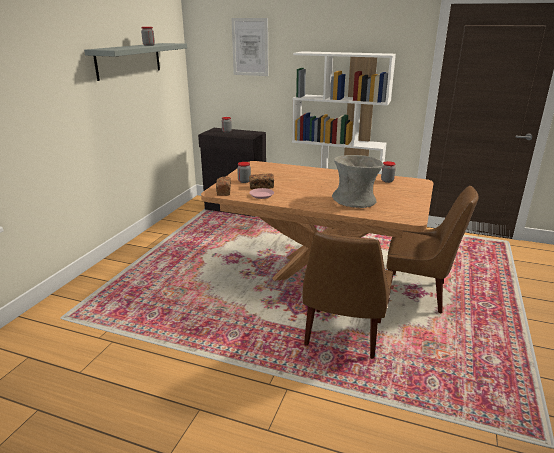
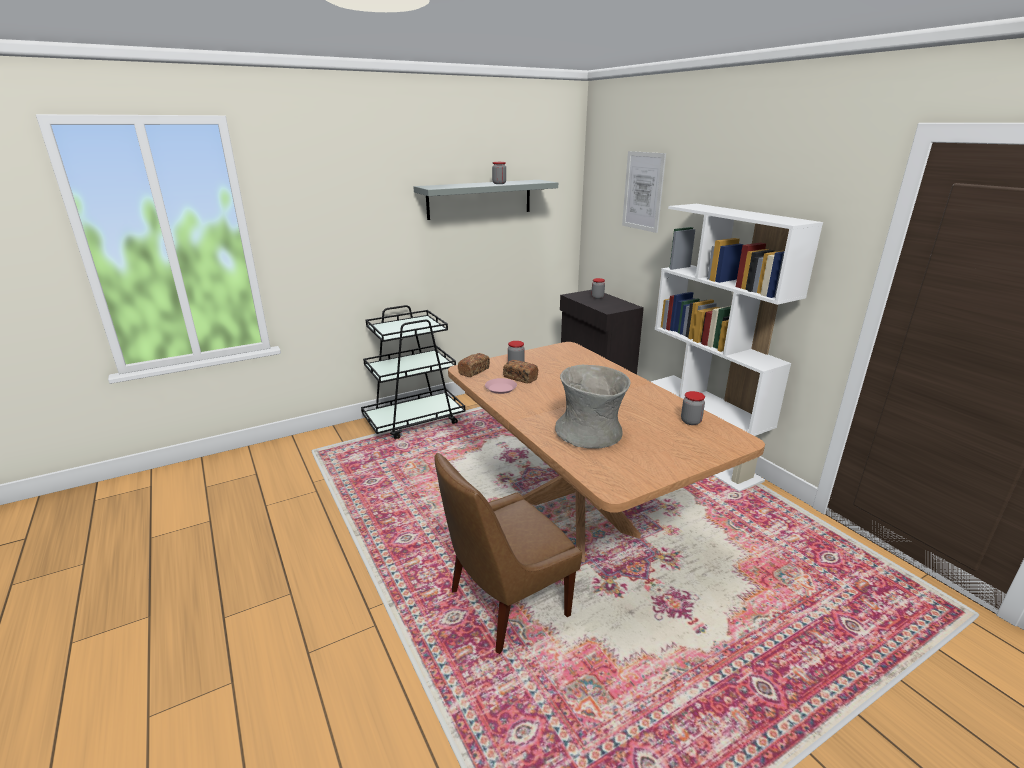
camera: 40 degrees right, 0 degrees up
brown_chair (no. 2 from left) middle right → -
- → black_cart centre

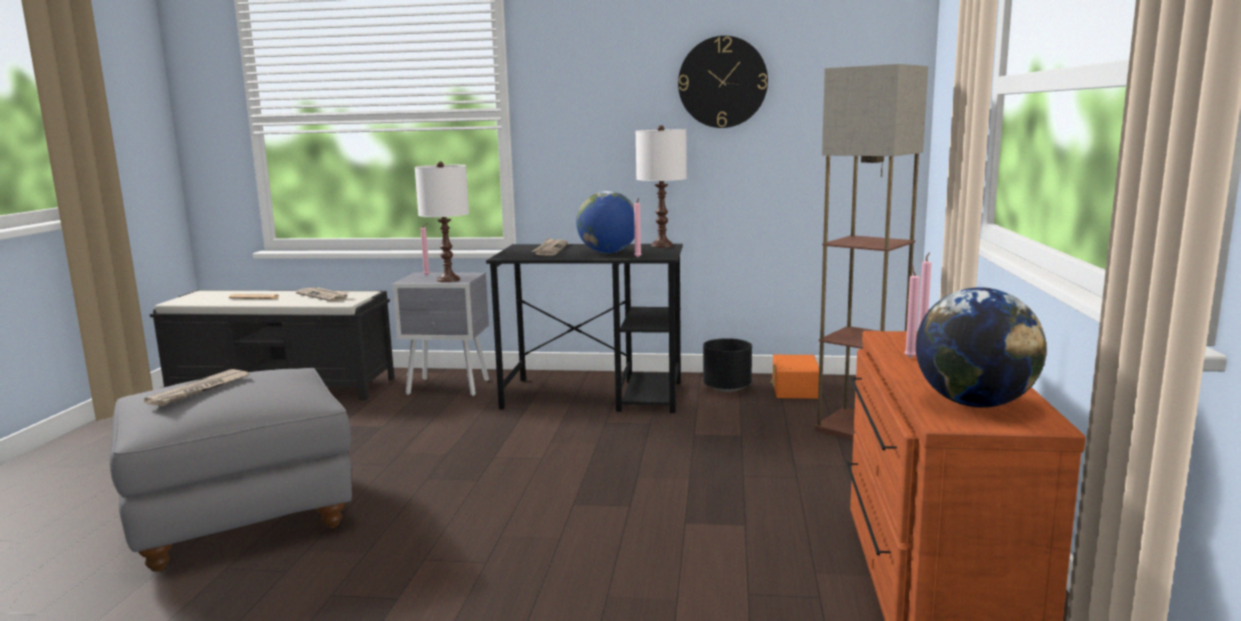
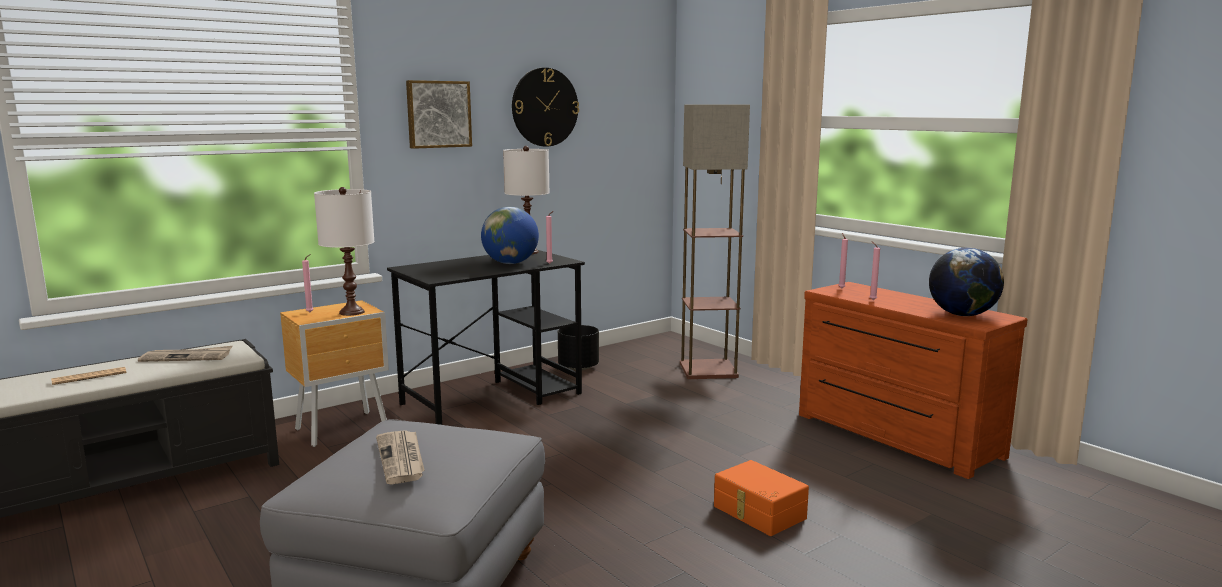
camera: 45 degrees left, 0 degrees up
newspaper (no. 4 from left) centre → -
- → picture top centre
orange_storage_box centre → orange_storage_box bottom centre, shifted
grey_nightstand centre → brown_nightstand middle left

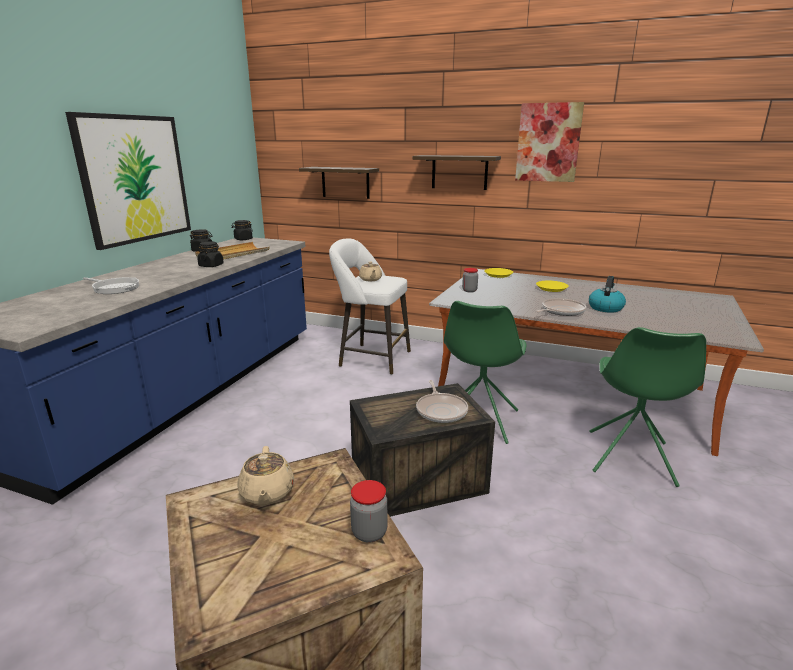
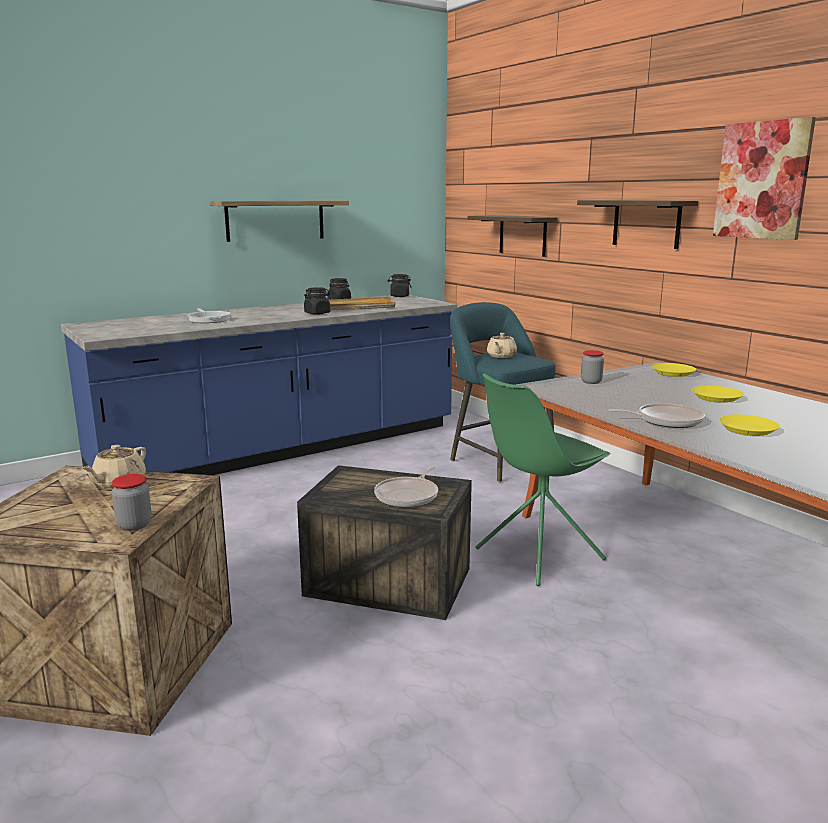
camera: 35 degrees right, 5 degrees down
green_chair (no. 2 from left) middle right → -
picture (no. 1 from left) top left → shelf (no. 1 from left) top centre
kettle middle right → yellow_plate (no. 3 from left) middle right
white_stool centre → turquoise_stool centre

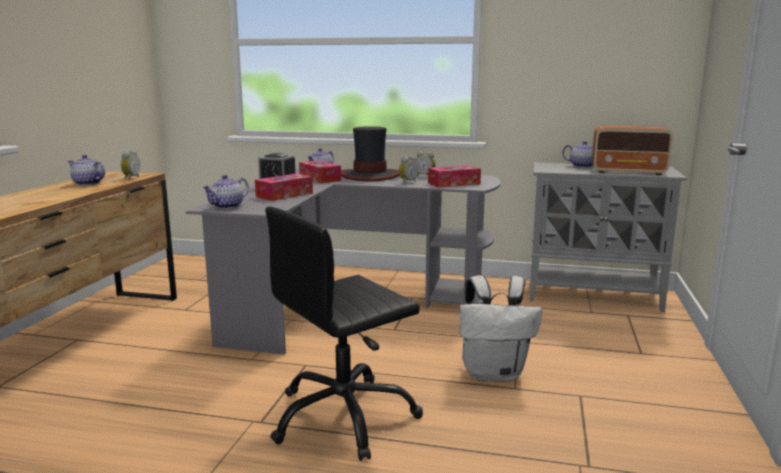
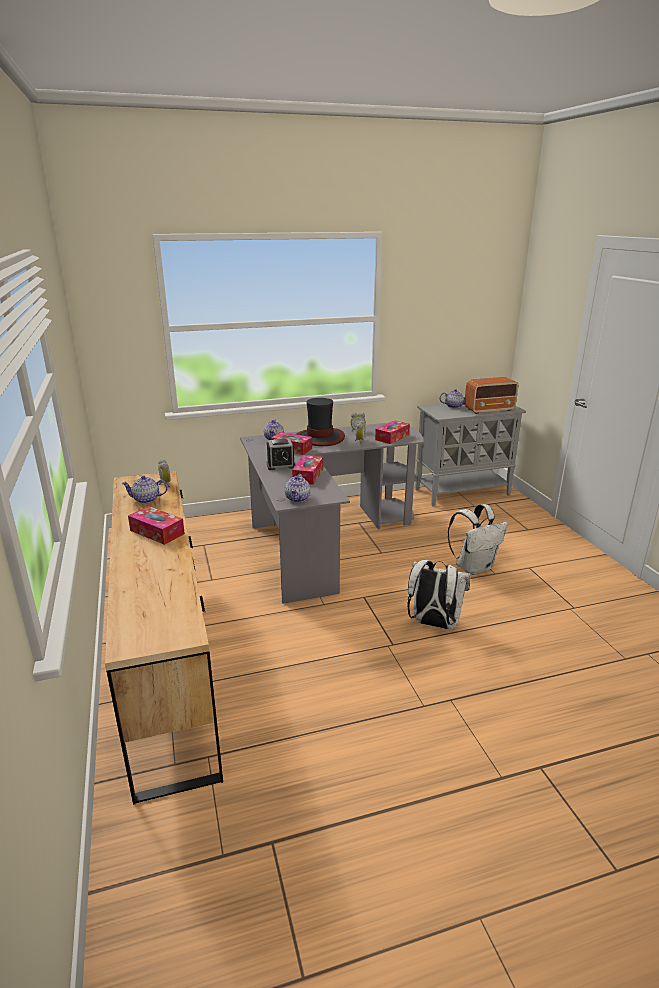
camera: 30 degrees left, 10 degrees up
- → tissue_box (no. 1 from left) middle left
black_office_chair bottom centre → white_backpack (no. 1 from left) centre

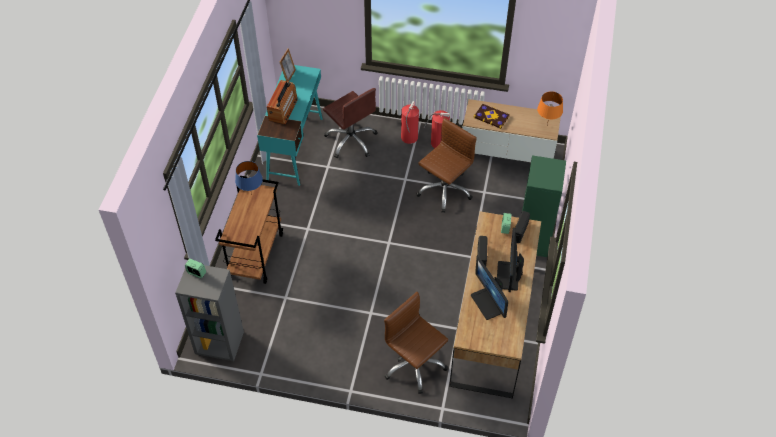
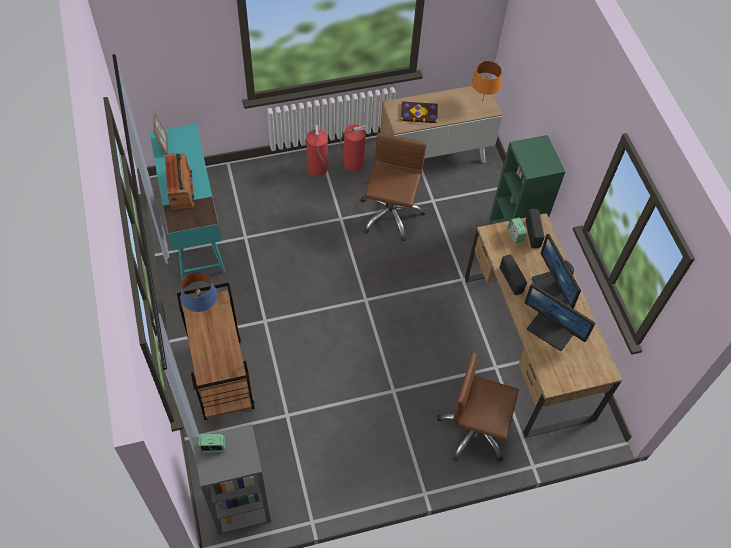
camera: 30 degrees left, 5 degrees up
brown_office_chair (no. 1 from left) top centre → -

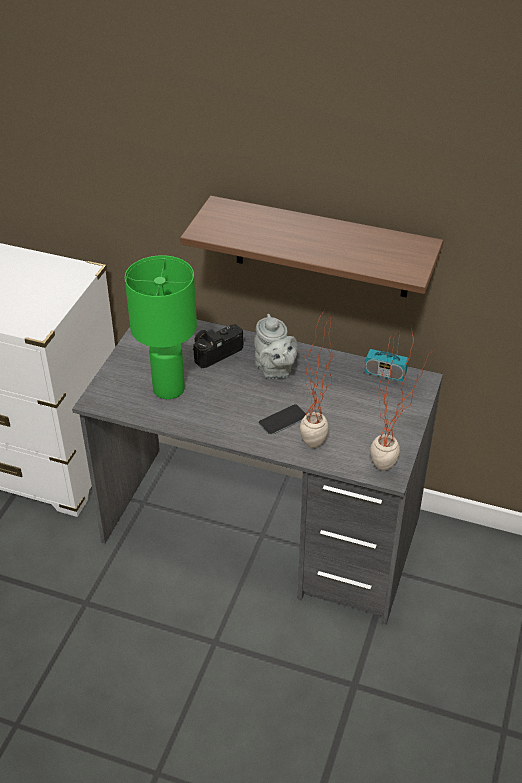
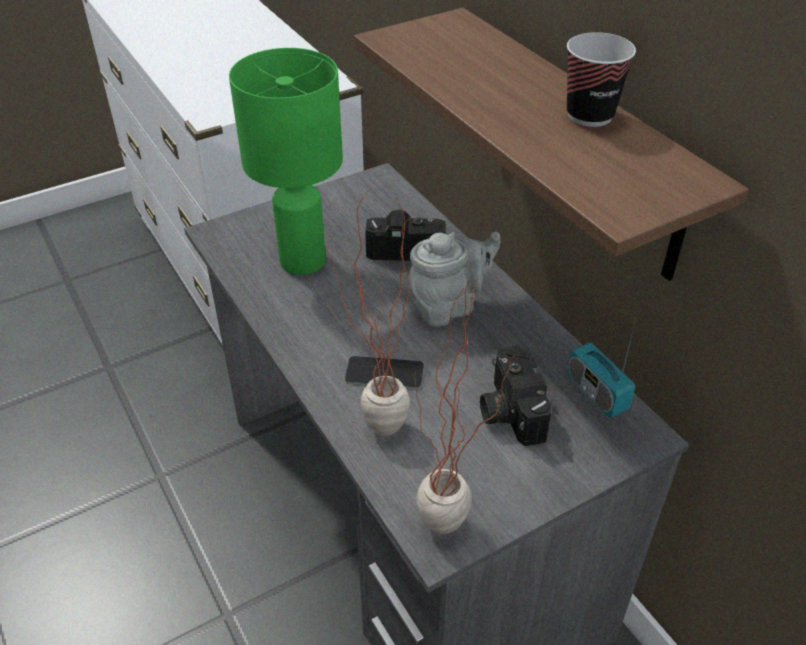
camera: 40 degrees right, 0 degrees up
- → photo_camera (no. 2 from left) centre
- → cup top right
grey_teapot centre, 135 degrees counterclockwise

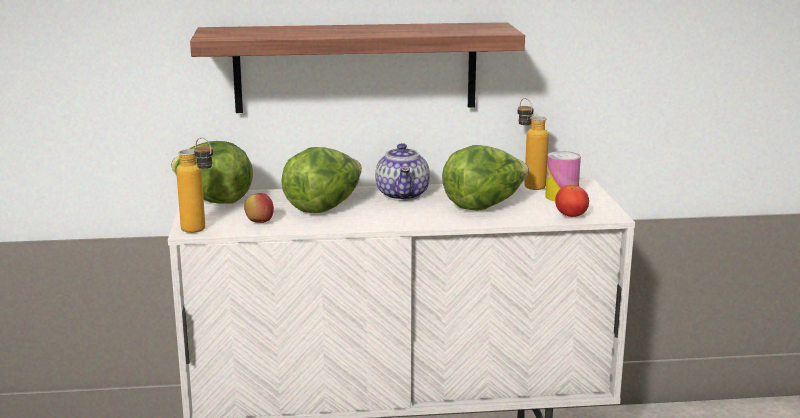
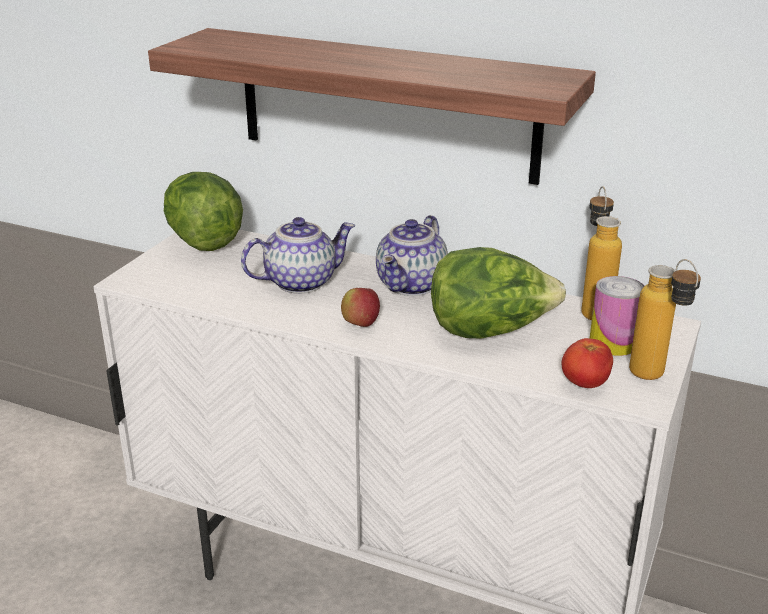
camera: 30 degrees right, 10 degrees up
bottle (no. 1 from left in the first image) middle left → bottle (no. 2 from left) middle right, shifted
apple middle left → apple centre, shifted
lettuce (no. 2 from left) centre → teapot (no. 1 from left) centre

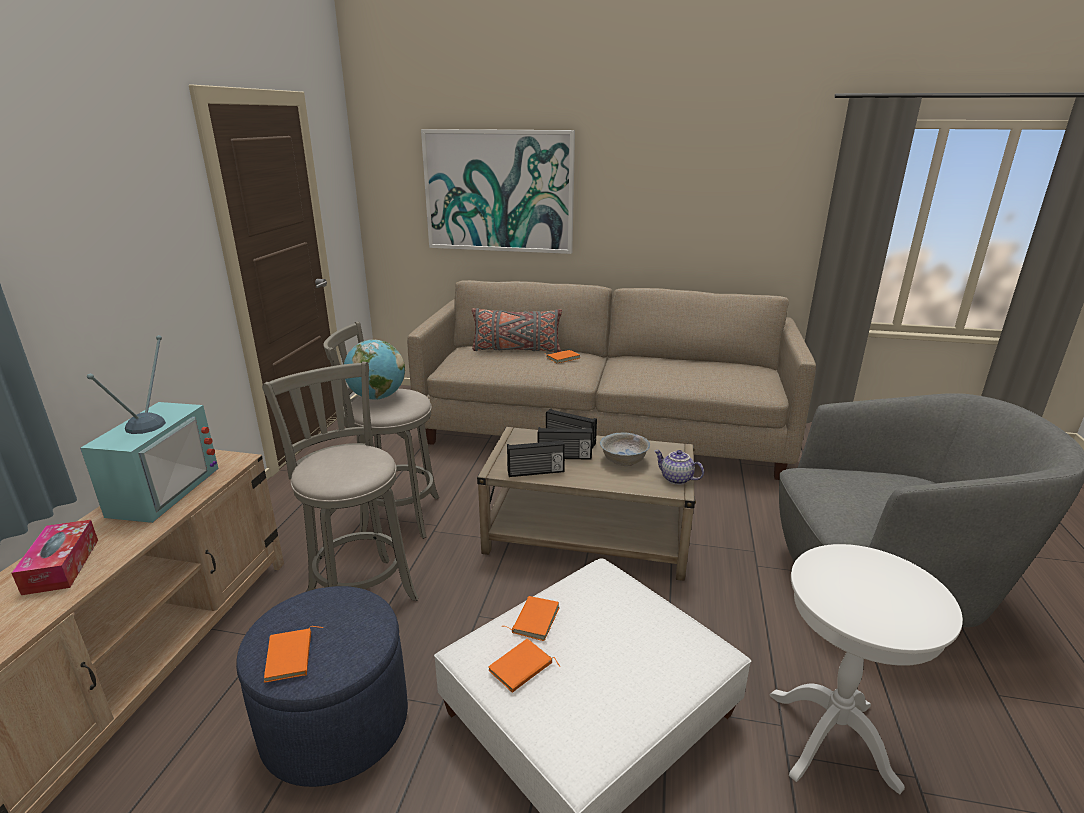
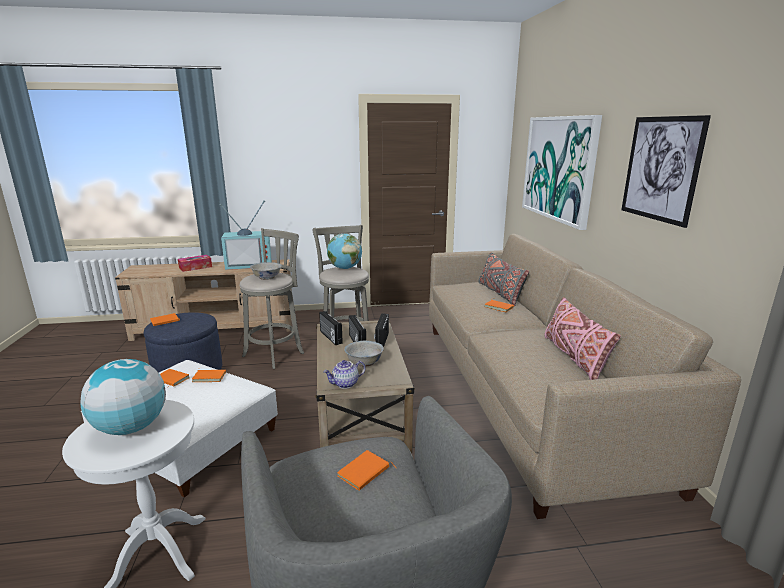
camera: 70 degrees right, 5 degrees down
- → globe (no. 1 from left) bottom left
- → white_bowl (no. 1 from left) centre
- → orange_book (no. 4 from left) bottom centre
- → pink_pillow middle right
- → picture (no. 2 from left) top right
teapot centre, 135 degrees counterclockwise

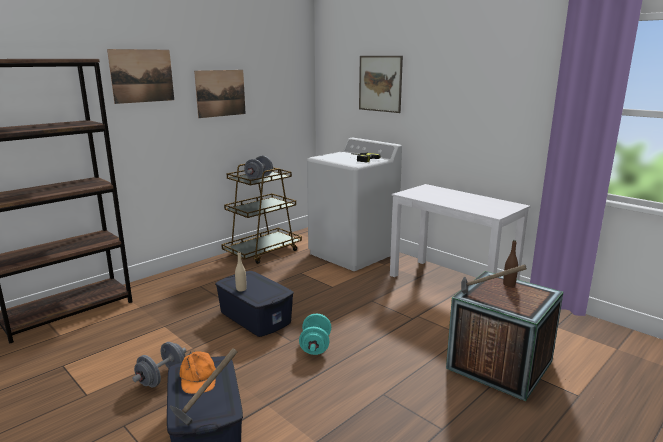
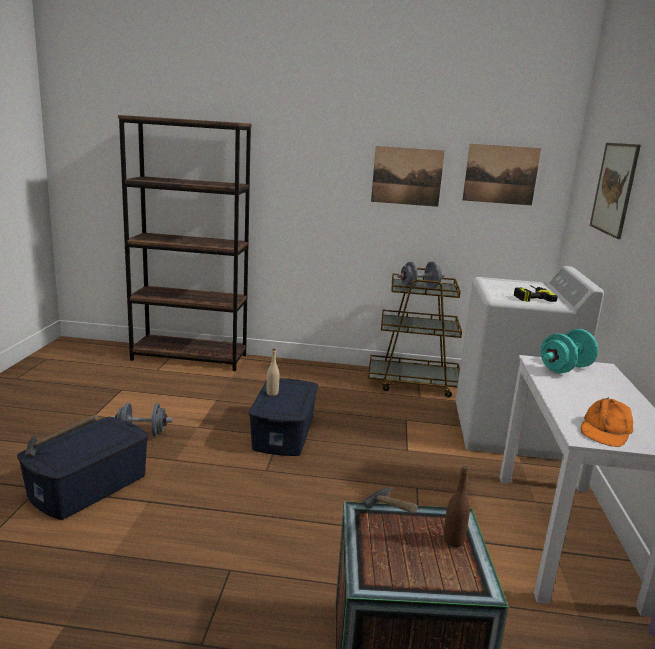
camera: 50 degrees right, 0 degrees up
picture (no. 1 from left in the first image) top left → picture (no. 2 from left) top right, shifted
orange_cap bottom left → orange_cap middle right, shifted
turquoise_dumbbell bottom centre → turquoise_dumbbell middle right, shifted

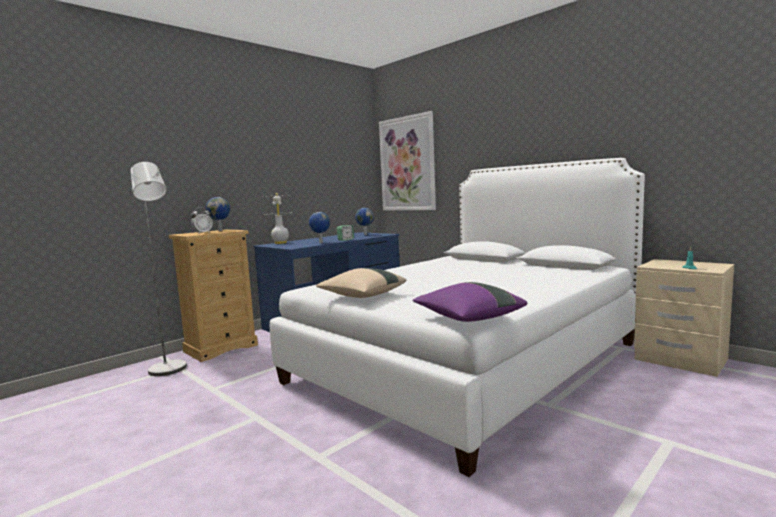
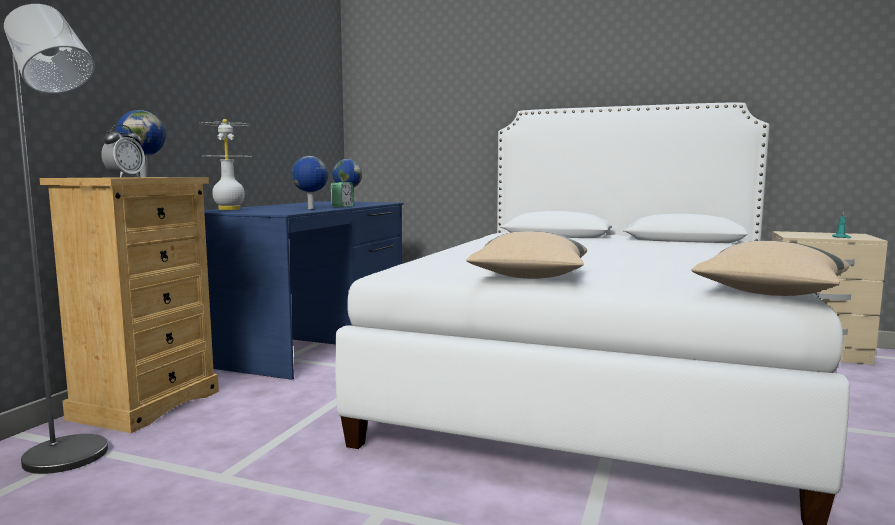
camera: 25 degrees left, 0 degrees up
picture top centre → -
purple_pillow centre → beige_pillow (no. 2 from left) middle right

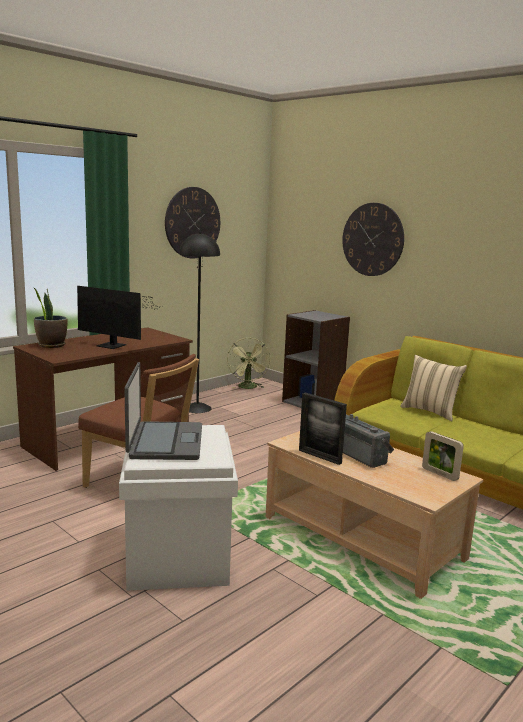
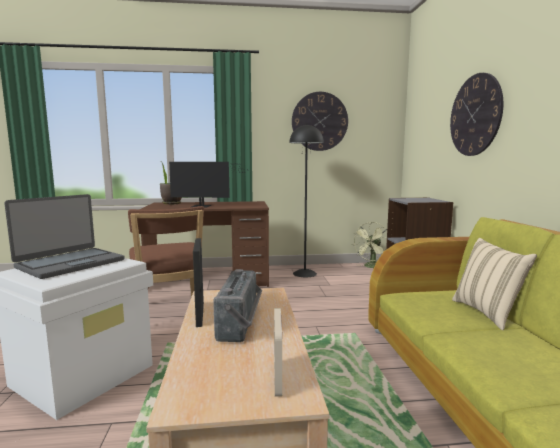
camera: 40 degrees right, 5 degrees down
monitor middle left → monitor centre, 60 degrees counterclockwise

